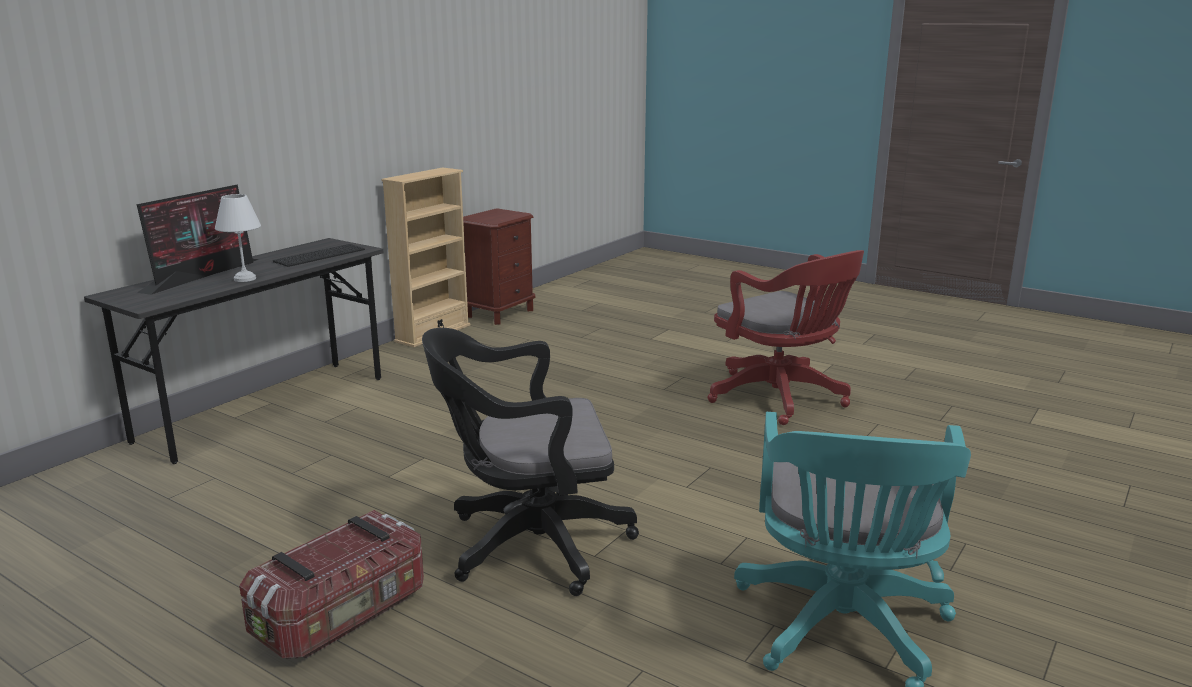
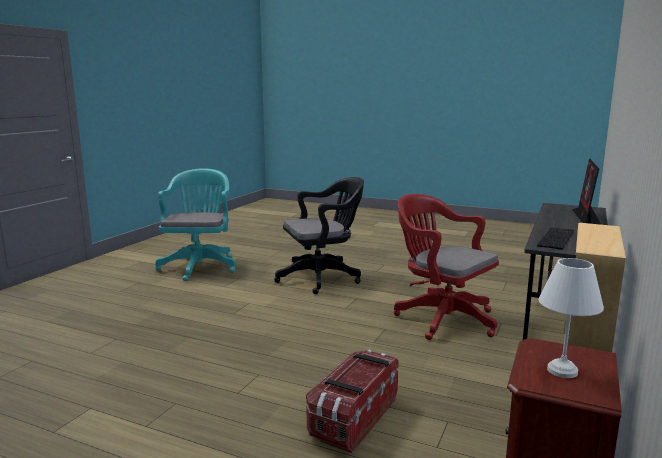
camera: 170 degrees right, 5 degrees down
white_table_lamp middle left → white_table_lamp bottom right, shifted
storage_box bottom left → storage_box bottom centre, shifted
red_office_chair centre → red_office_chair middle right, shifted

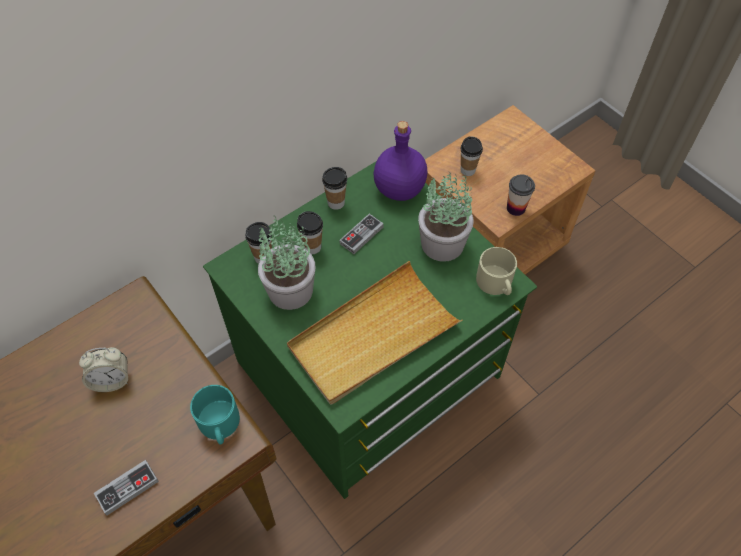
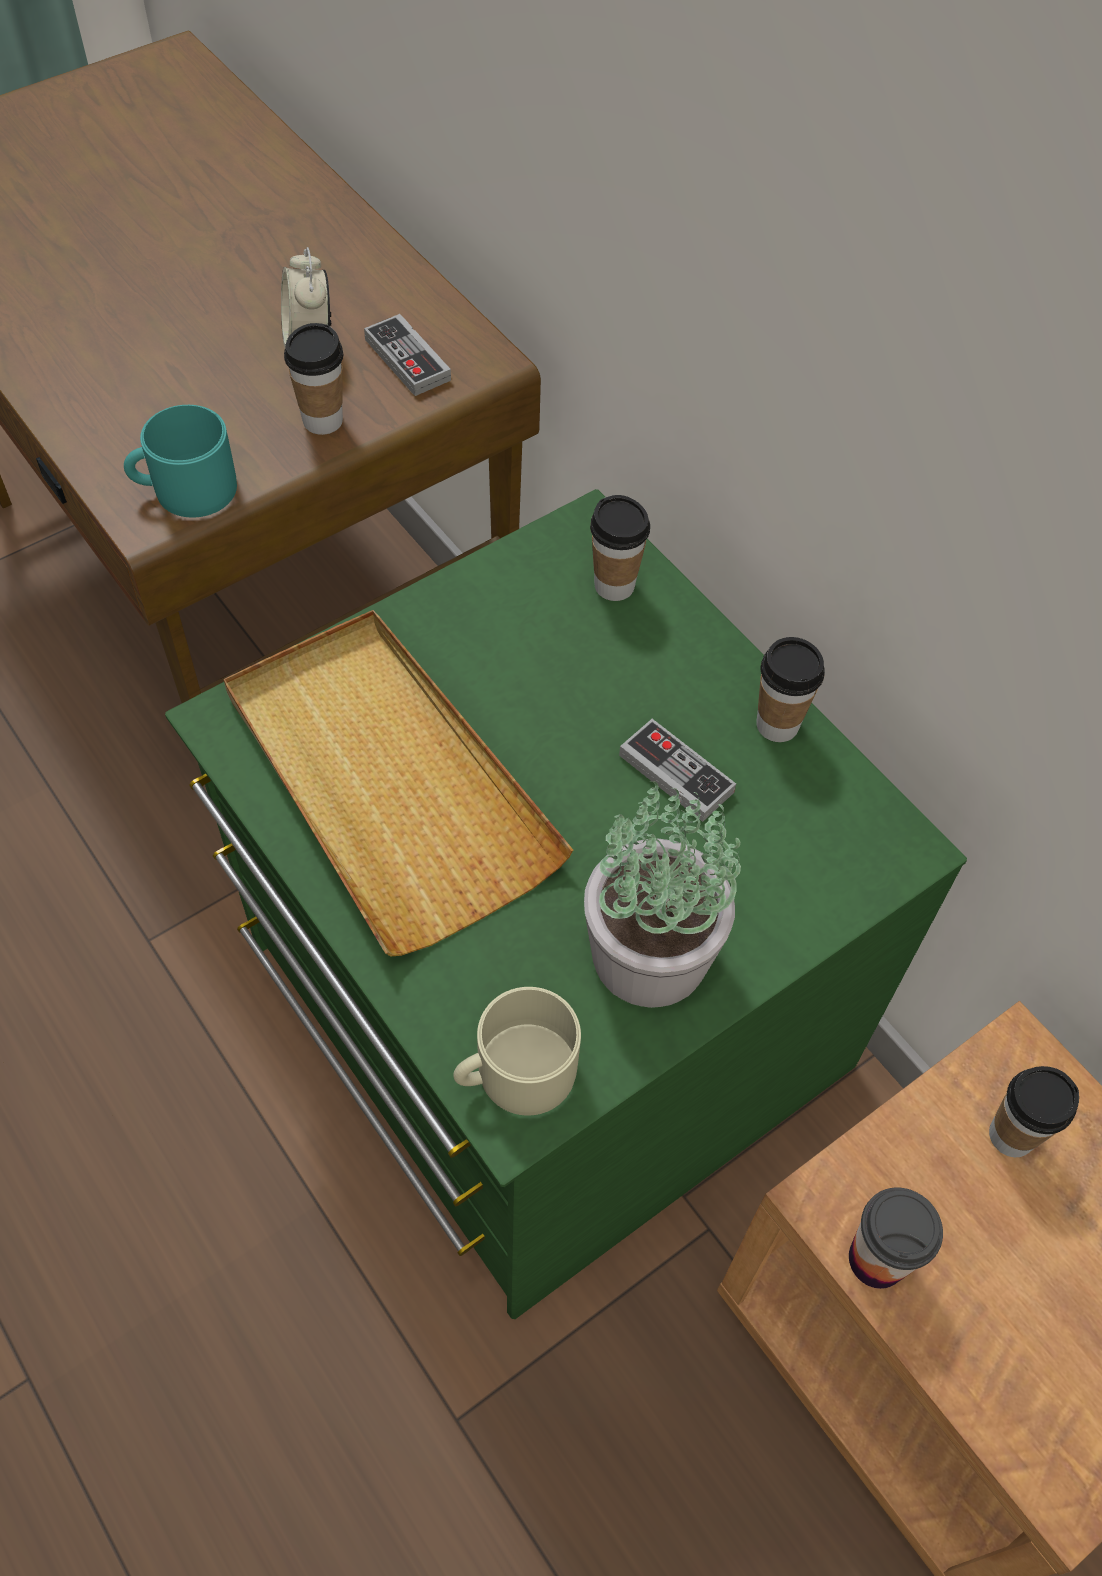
camera: 90 degrees right, 0 degrees up
potted_plant (no. 1 from left) centre → -
purple_bottle top centre → -
game_controller (no. 1 from left) bottom left → game_controller (no. 1 from left) top centre, shifted
cup (no. 2 from left in the first image) centre → cup (no. 1 from left) top left, shifted

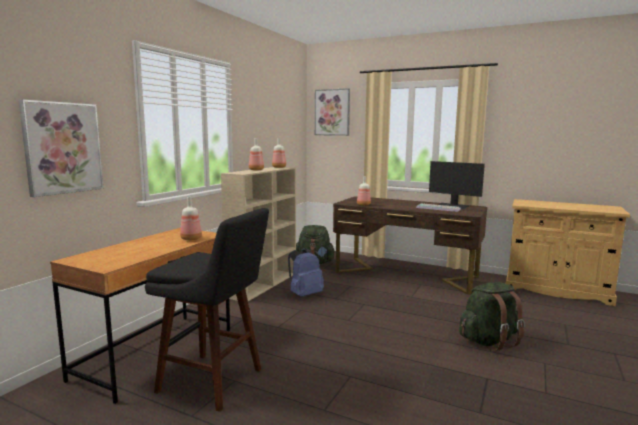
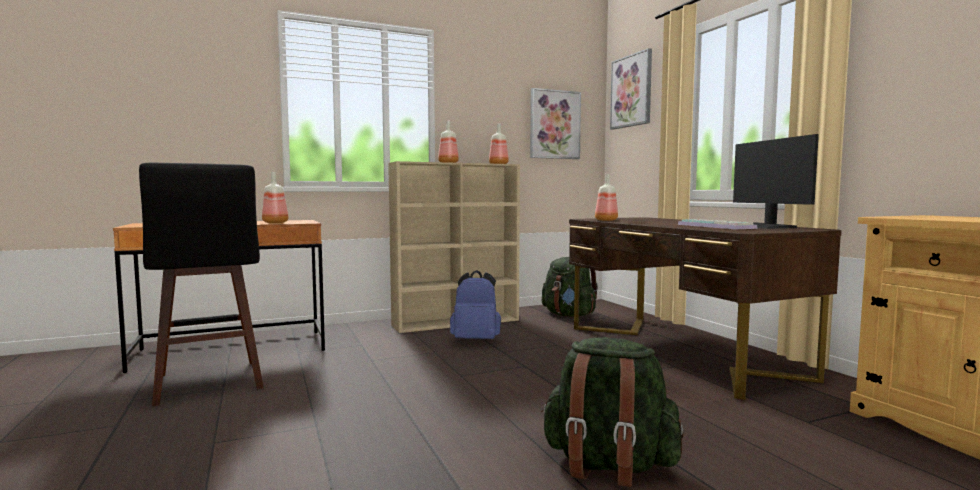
camera: 40 degrees right, 5 degrees down
picture (no. 1 from left) middle left → picture (no. 1 from left) top centre, shifted

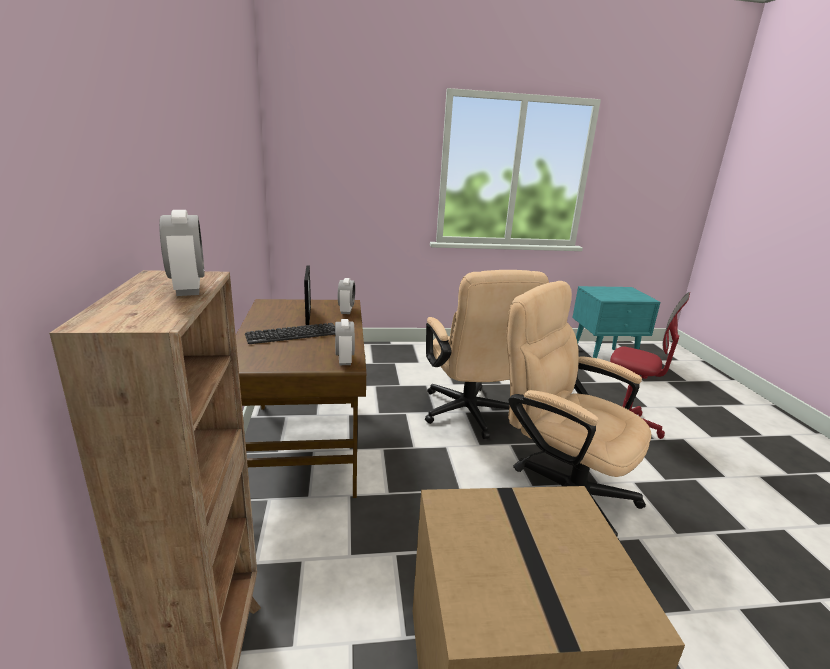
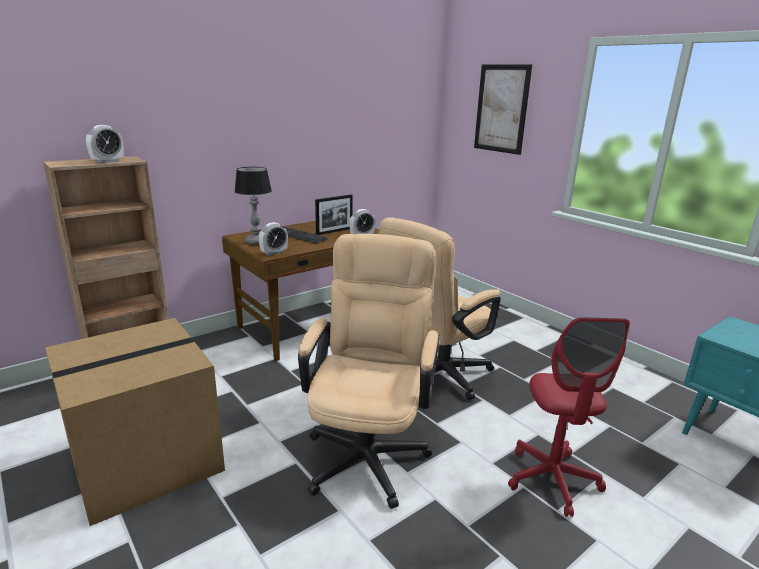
camera: 60 degrees right, 0 degrees up
- → table_lamp centre
- → picture top centre

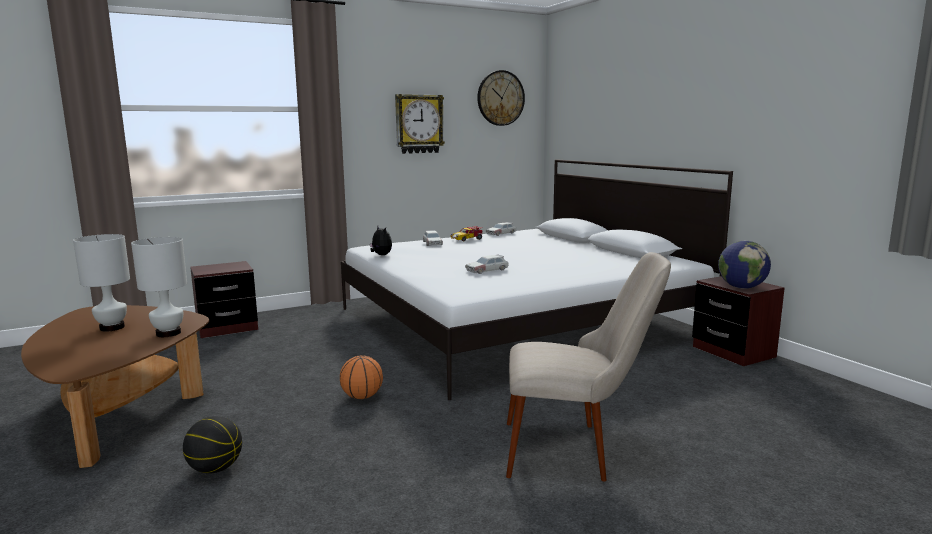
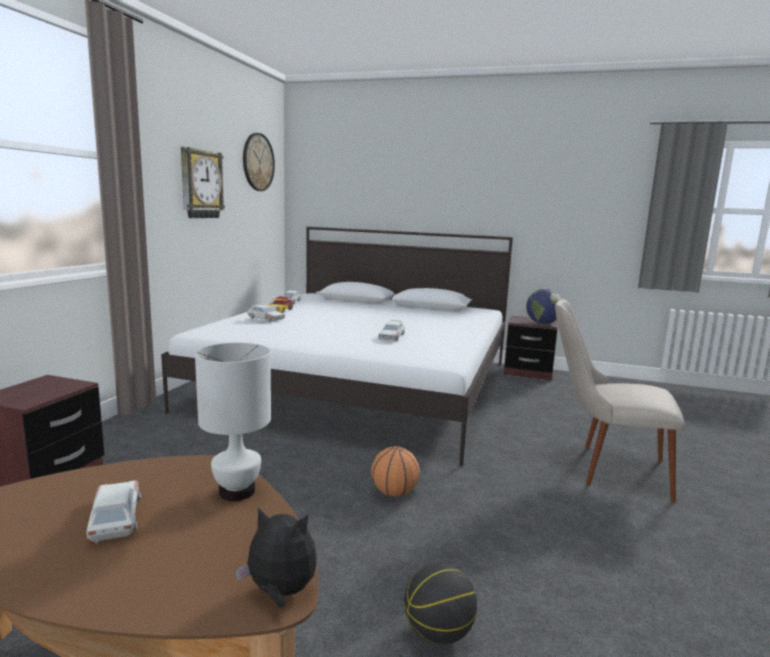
camera: 45 degrees left, 0 degrees up
plush_toy centre → plush_toy bottom centre, shifted
white_table_lamp (no. 1 from left) middle left → toy_car (no. 1 from left) bottom left
beige_chair bottom centre → beige_chair middle right, 120 degrees counterclockwise

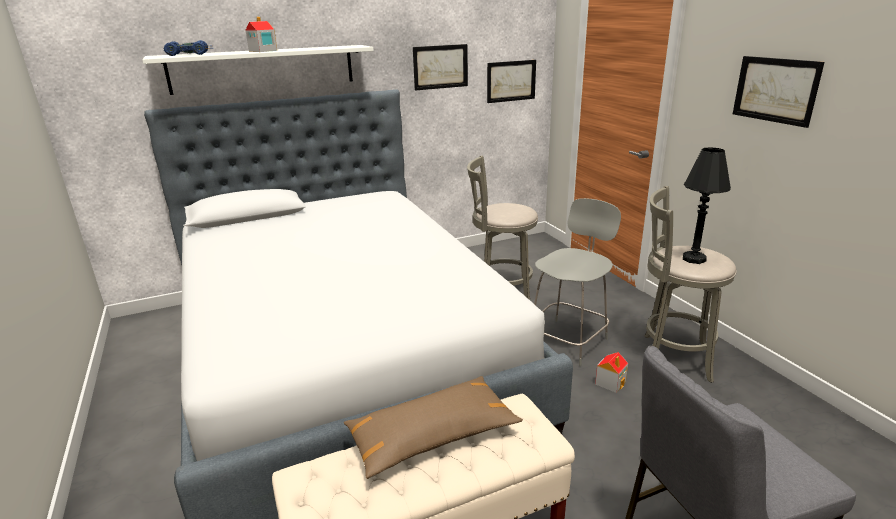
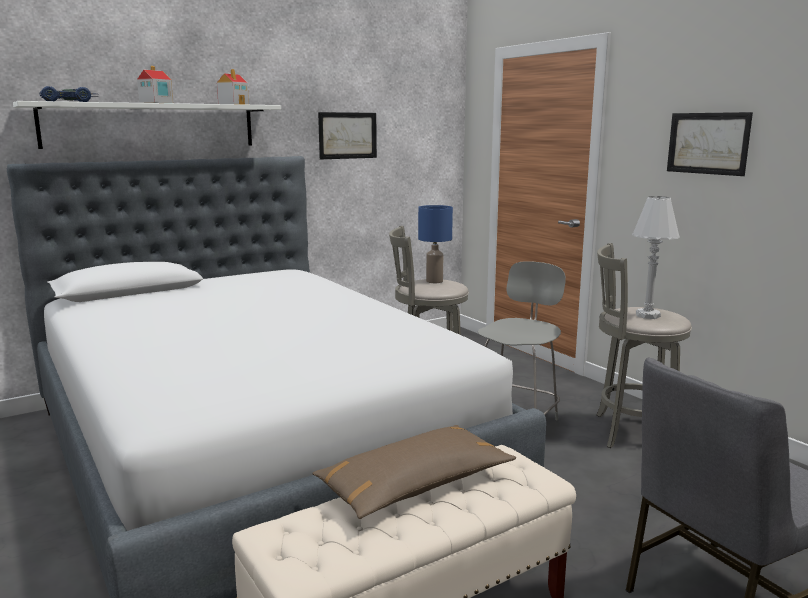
camera: 10 degrees left, 10 degrees down
picture (no. 2 from left) top centre → -
- → blue_table_lamp centre
toy_house (no. 2 from left) bottom right → toy_house (no. 2 from left) top left, shifted
black_table_lamp middle right → white_table_lamp middle right

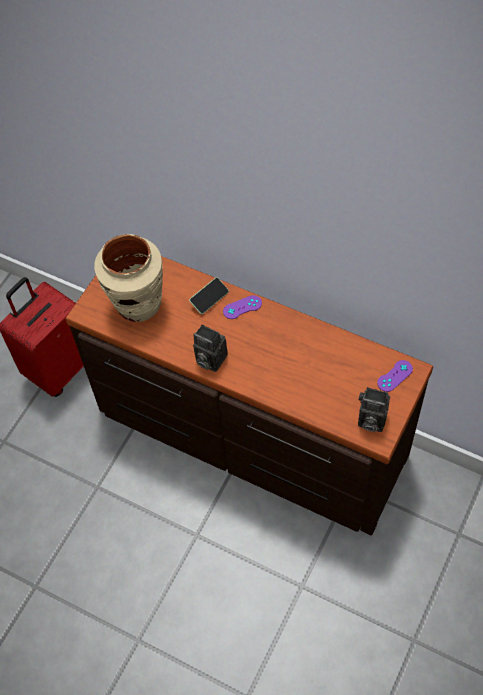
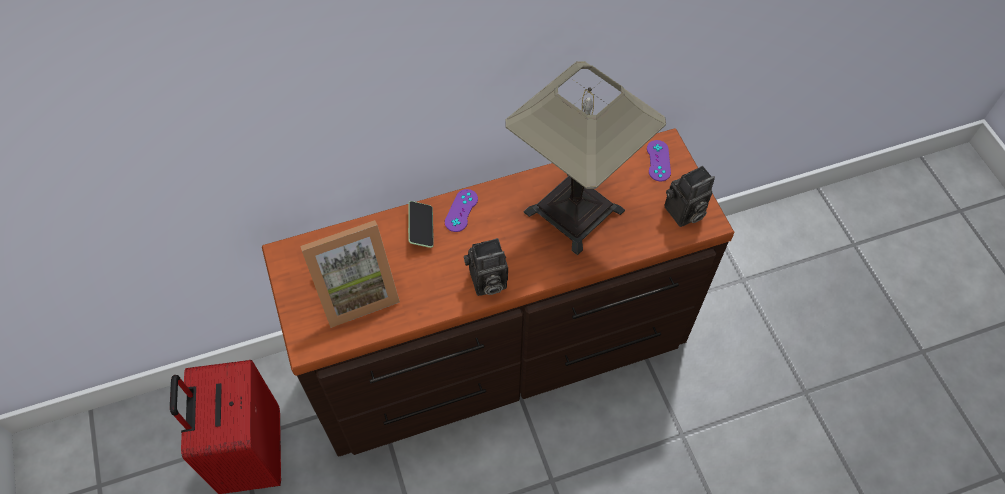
camera: 50 degrees left, 0 degrees up
- → table_lamp top centre
beige_vase middle left → picture_frame centre

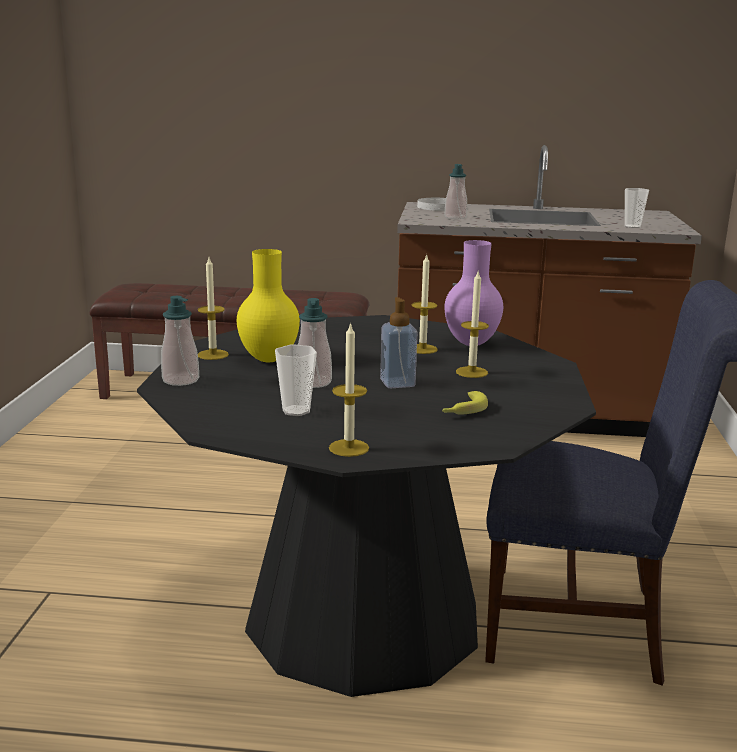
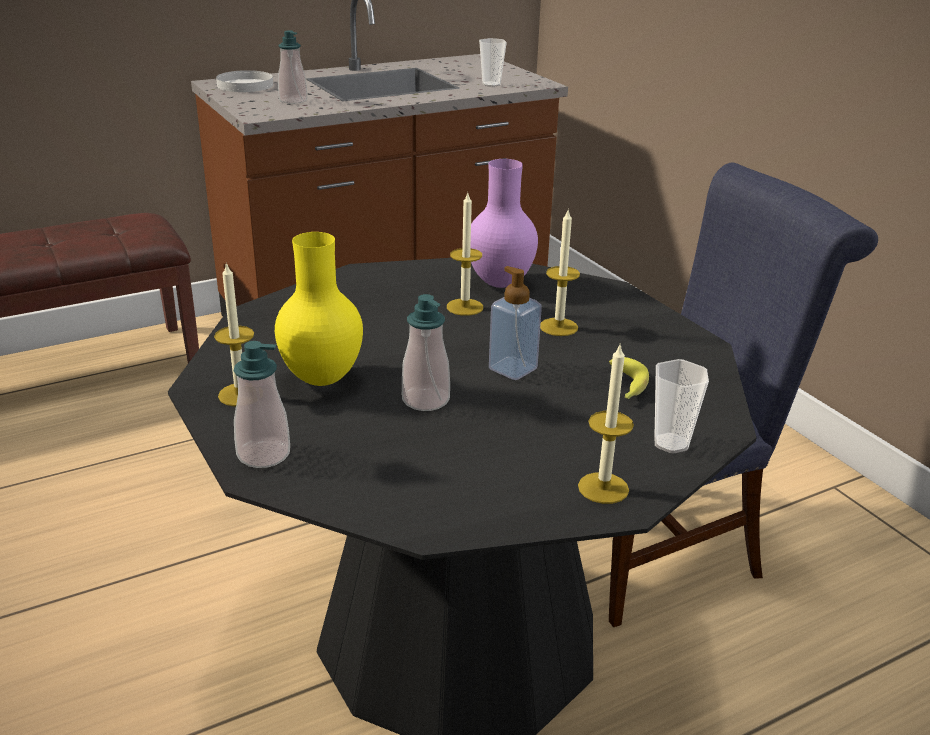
camera: 35 degrees left, 10 degrees up
cup (no. 1 from left in the first image) centre → cup (no. 2 from left) middle right, shifted

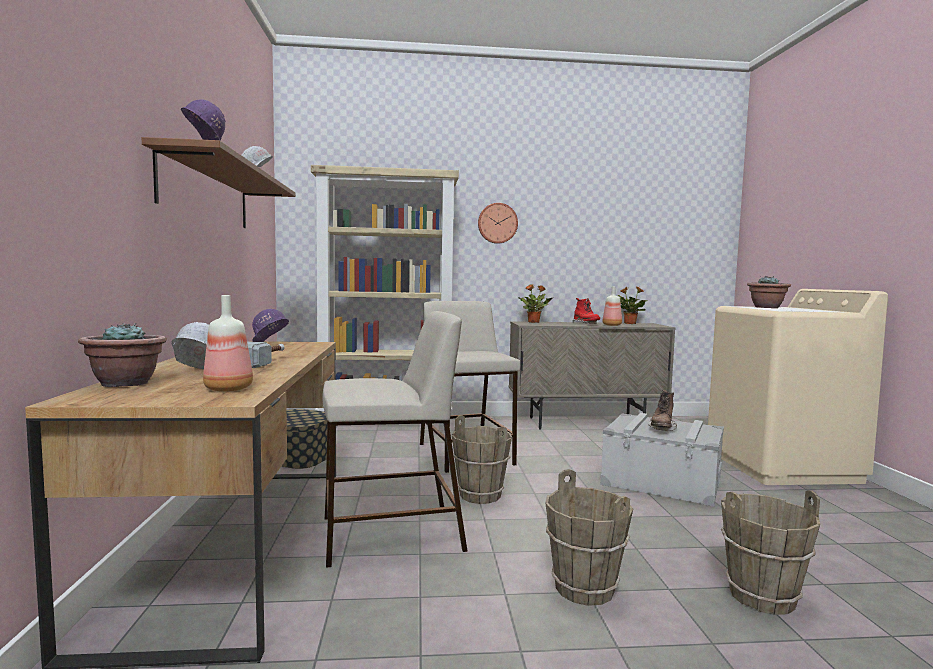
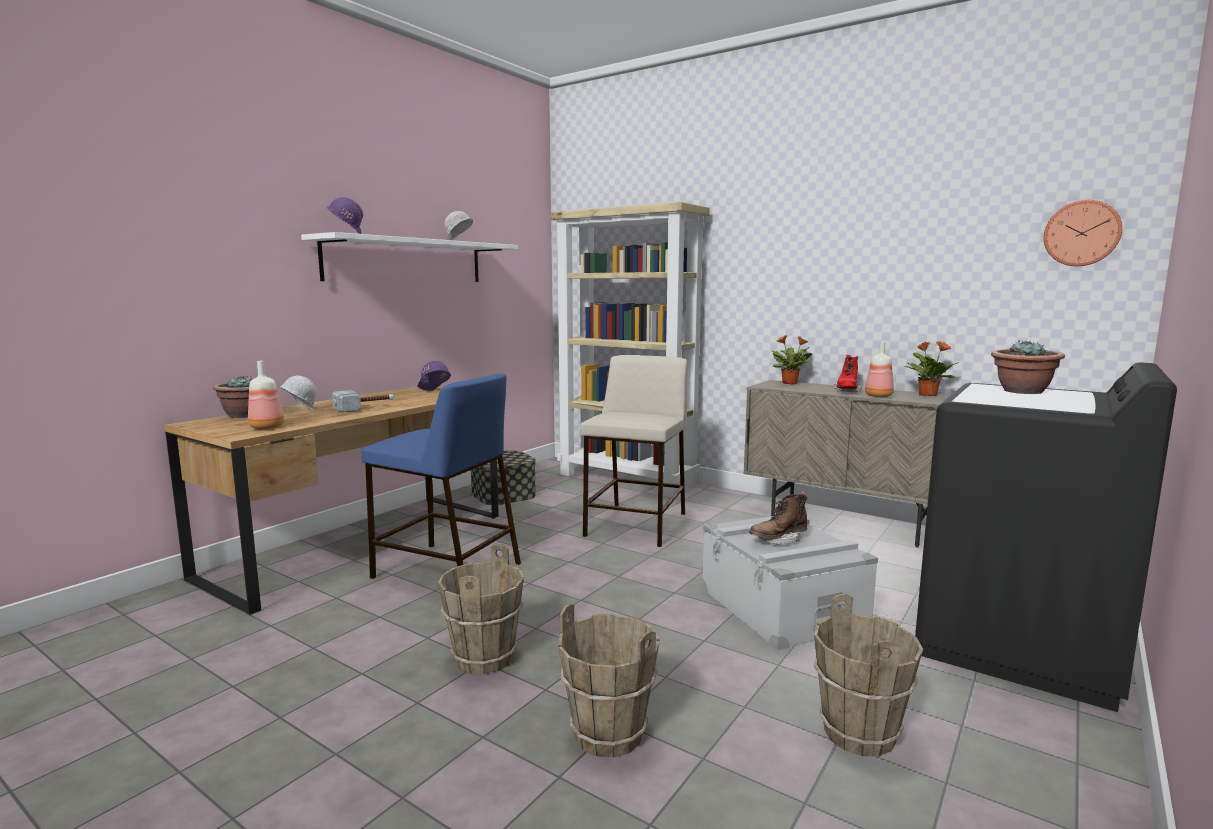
camera: 40 degrees right, 5 degrees up
brown_bucket (no. 1 from left in the first image) bottom centre → brown_bucket (no. 3 from left) bottom right, shifted
wall_clock centre → wall_clock top right, shifted
brown_shelf top left → white_shelf top centre
beige_stool (no. 1 from left) centre → blue_stool centre
beige_washing_machine middle right → black_washing_machine middle right

